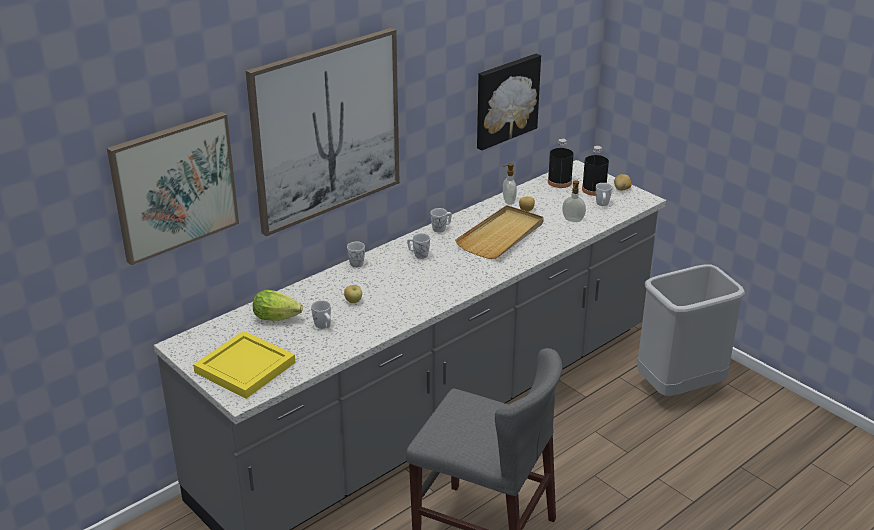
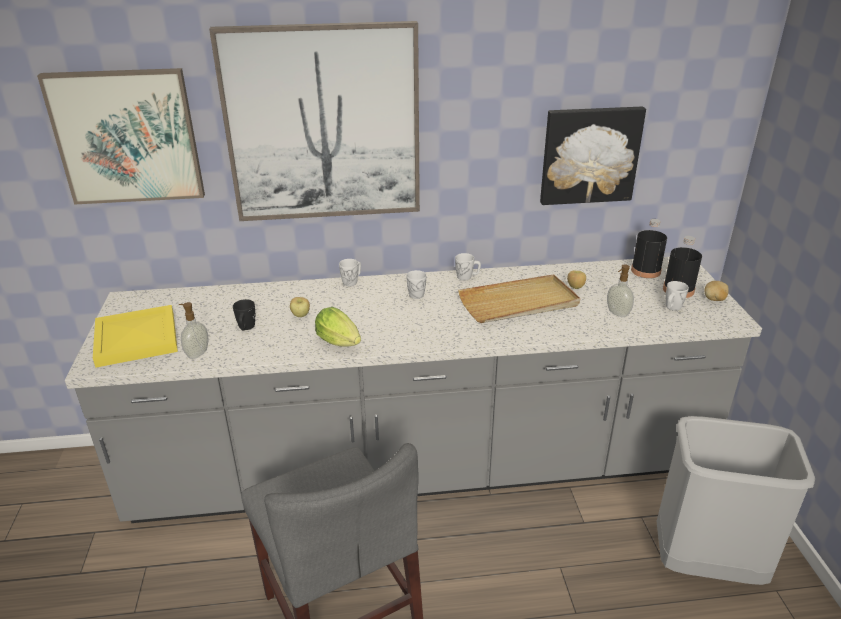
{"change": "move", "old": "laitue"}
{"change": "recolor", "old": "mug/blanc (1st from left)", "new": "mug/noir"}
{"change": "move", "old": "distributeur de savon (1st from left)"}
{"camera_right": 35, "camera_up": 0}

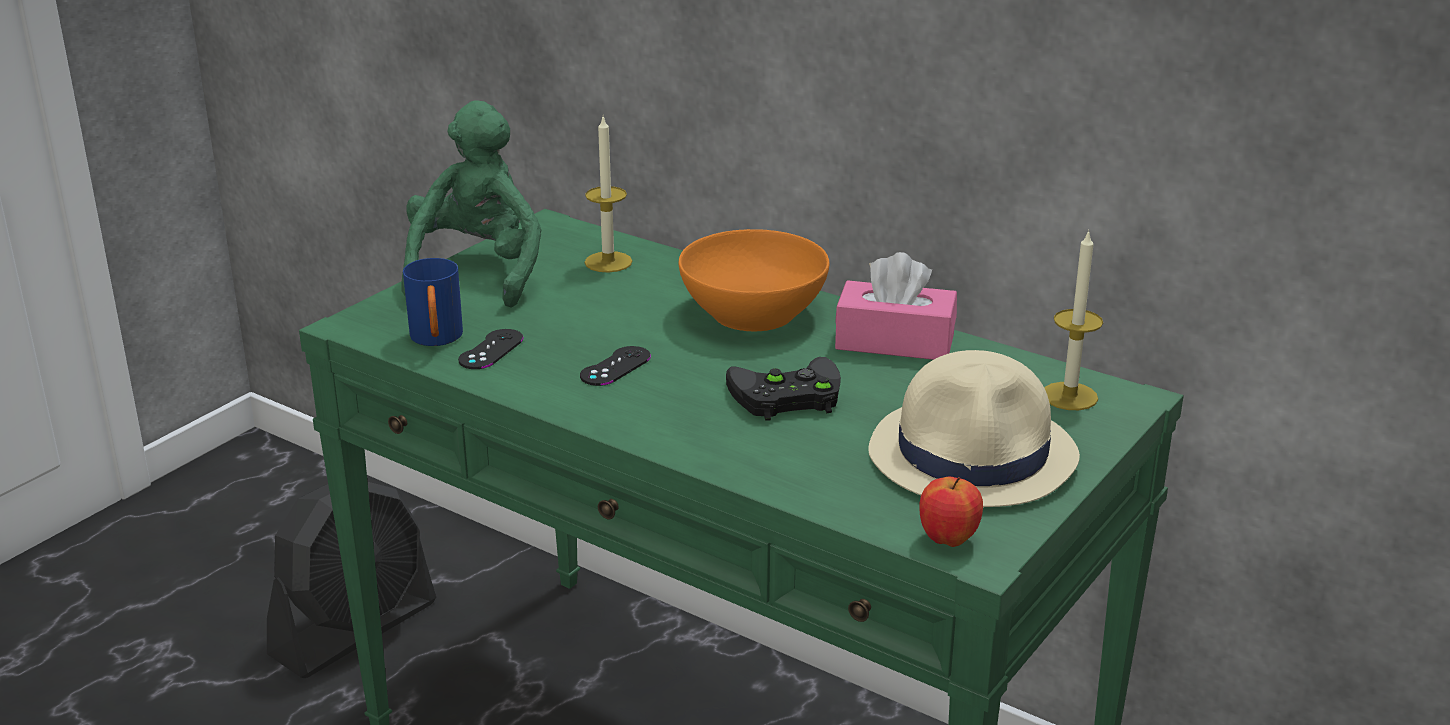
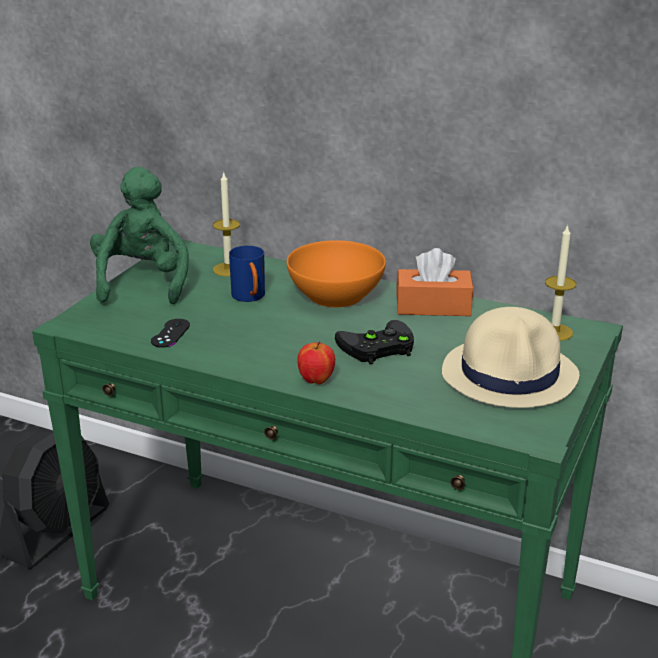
{"change": "move", "old": "mug/bleu"}
{"change": "delete", "old": "manette/noir (2nd from left)"}
{"change": "recolor", "old": "boîte à mouchoirs/rose", "new": "boîte à mouchoirs/orange"}
{"change": "move", "old": "pomme"}
{"camera_right": -10, "camera_up": 0}

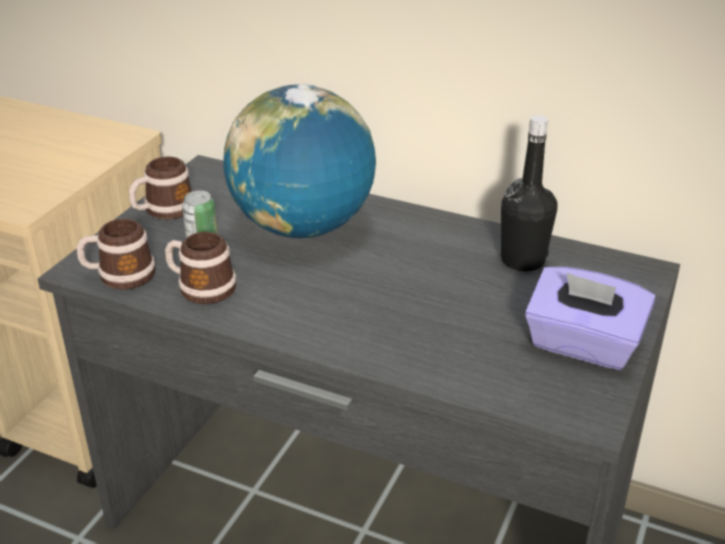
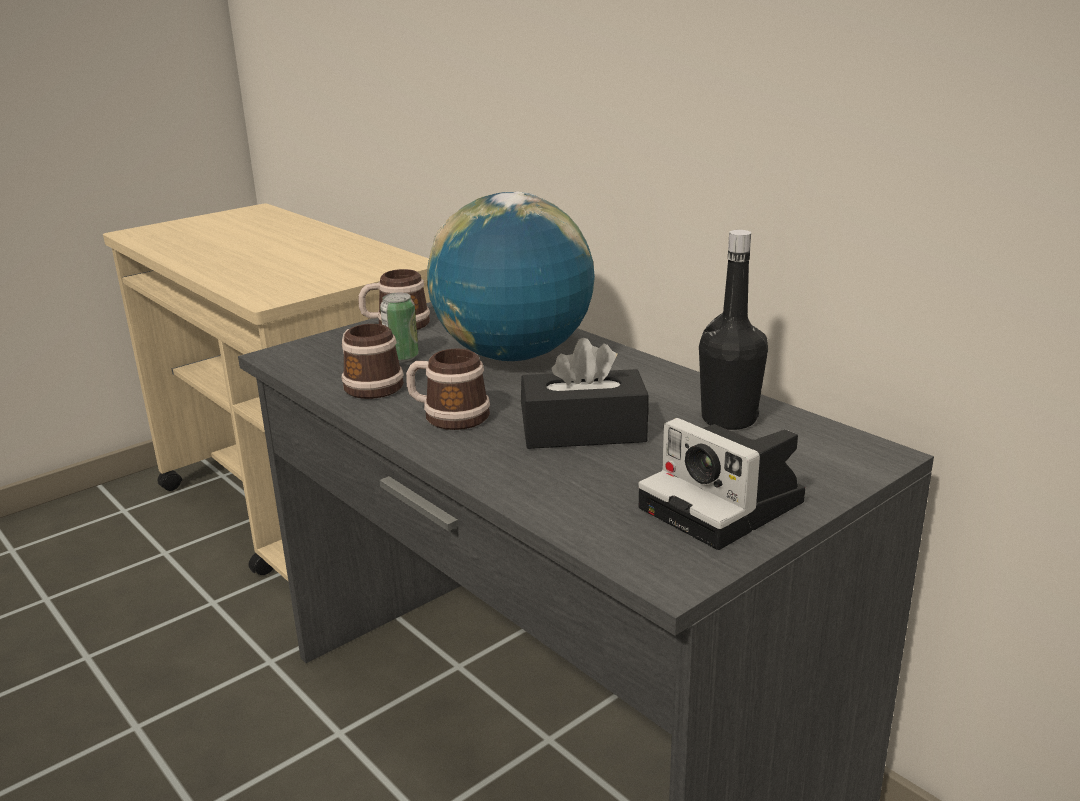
{"change": "move", "old": "mug (1st from left in the first image)", "new": "mug (3rd from left)"}
{"change": "replace", "old": "boîte à mouchoirs/violet", "new": "appareil photo"}
{"change": "insert", "new": "boîte à mouchoirs/noir"}
{"camera_right": 25, "camera_up": -10}

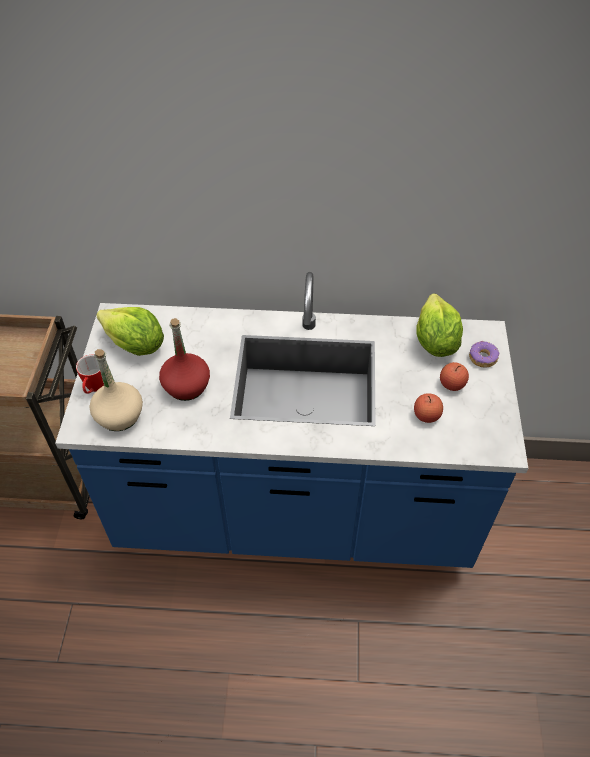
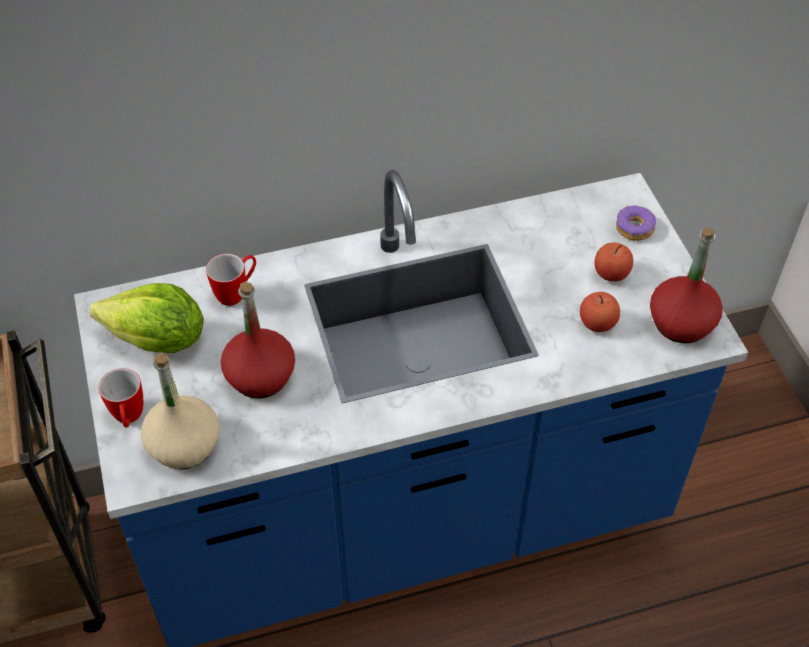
{"change": "delete", "old": "laitue (2nd from left)"}
{"change": "insert", "new": "mug (2nd from left)"}
{"change": "insert", "new": "bouteille/rouge (2nd from left)"}
{"camera_right": -20, "camera_up": 0}

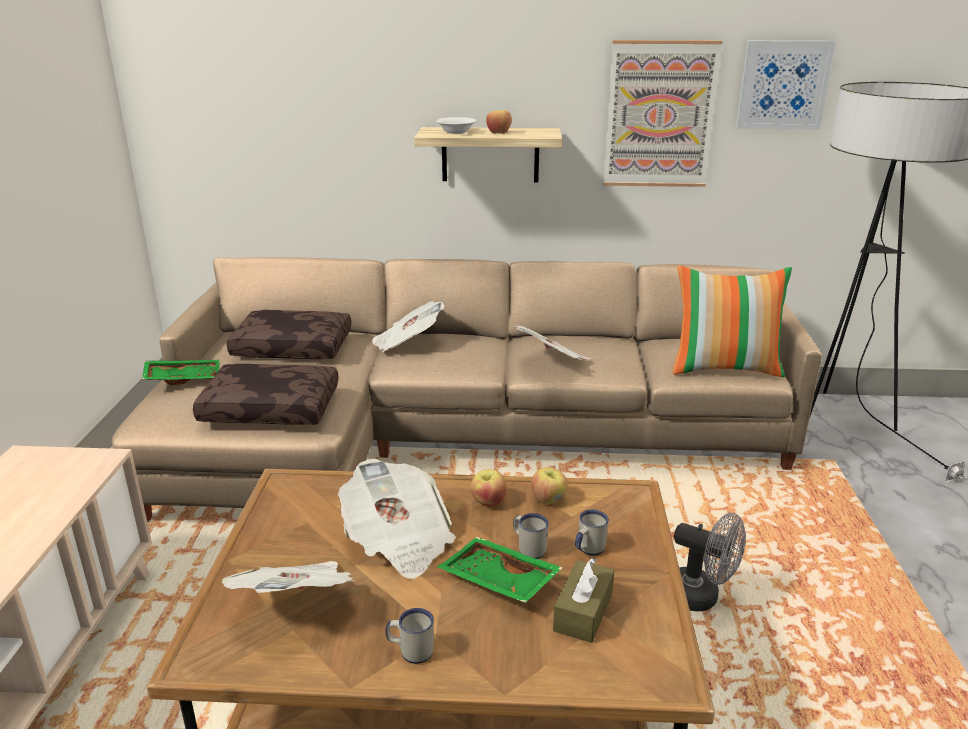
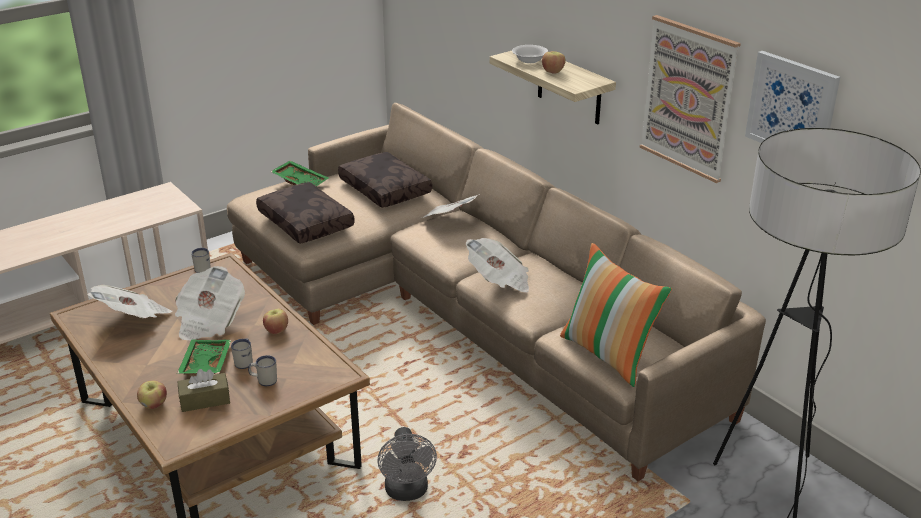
{"change": "move", "old": "mug/blanc (1st from left)"}
{"change": "move", "old": "pomme (3rd from left in the first image)", "new": "pomme (1st from left)"}
{"camera_right": 50, "camera_up": 5}

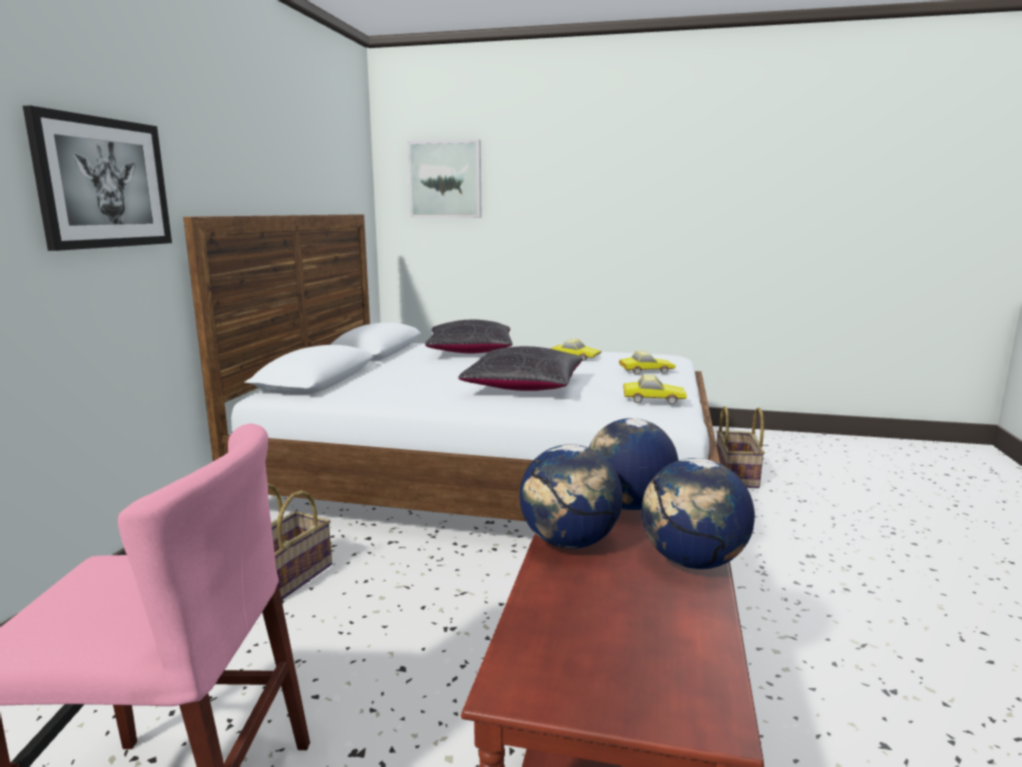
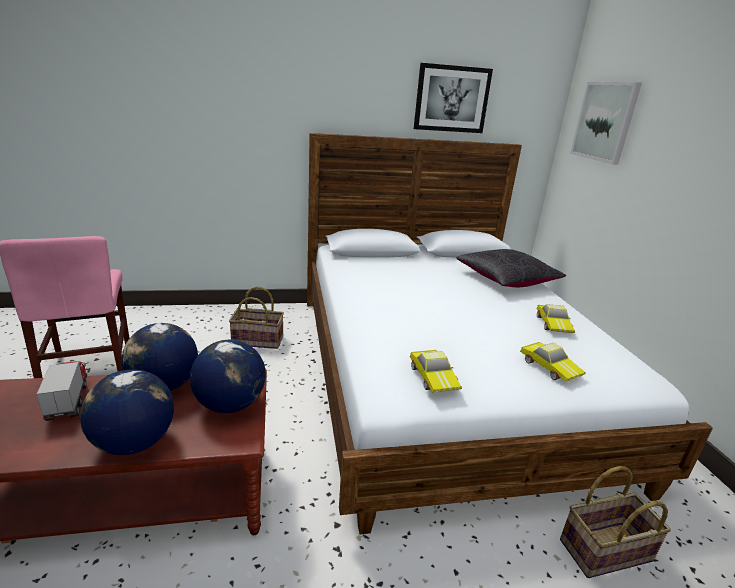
{"change": "move", "old": "tableau (1st from left)"}
{"change": "delete", "old": "coussin/noir (2nd from left)"}
{"change": "insert", "new": "camion jouet"}
{"camera_right": 65, "camera_up": 10}

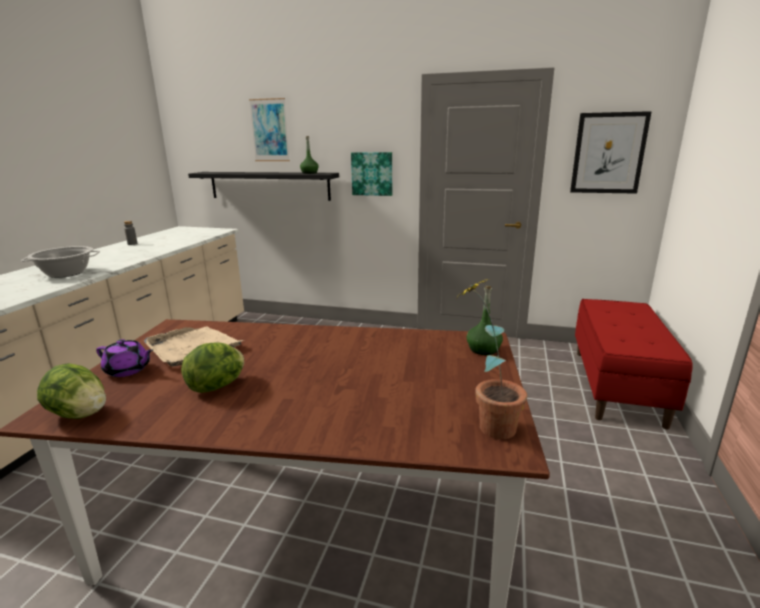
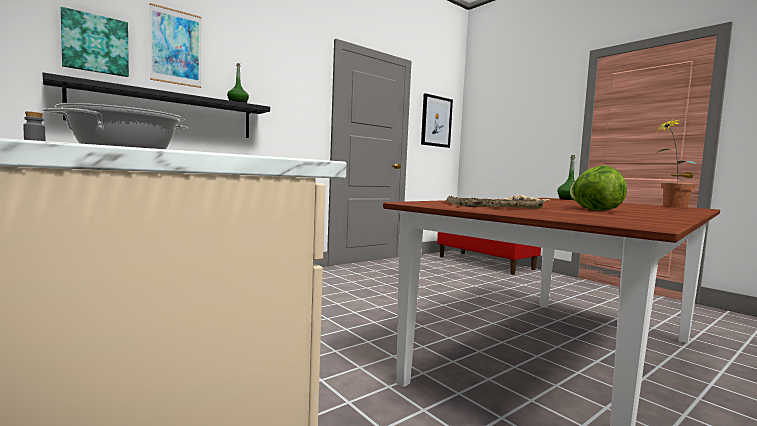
{"change": "delete", "old": "laitue (1st from left)"}
{"change": "delete", "old": "théière/violet"}
{"change": "move", "old": "tableau (2nd from left in the first image)", "new": "tableau (1st from left)"}
{"camera_right": -55, "camera_up": -15}

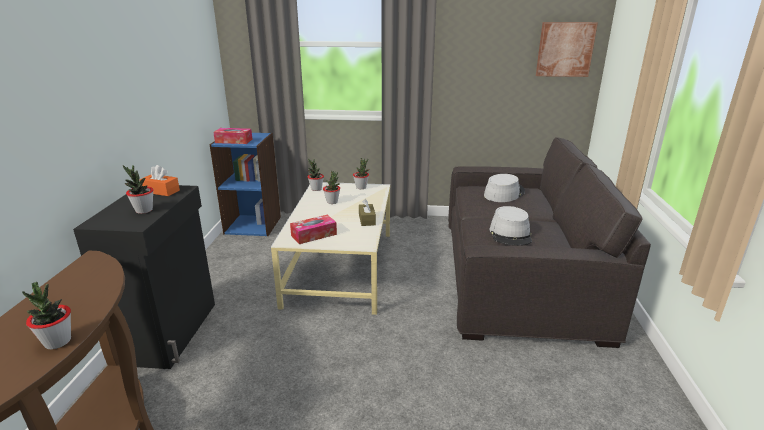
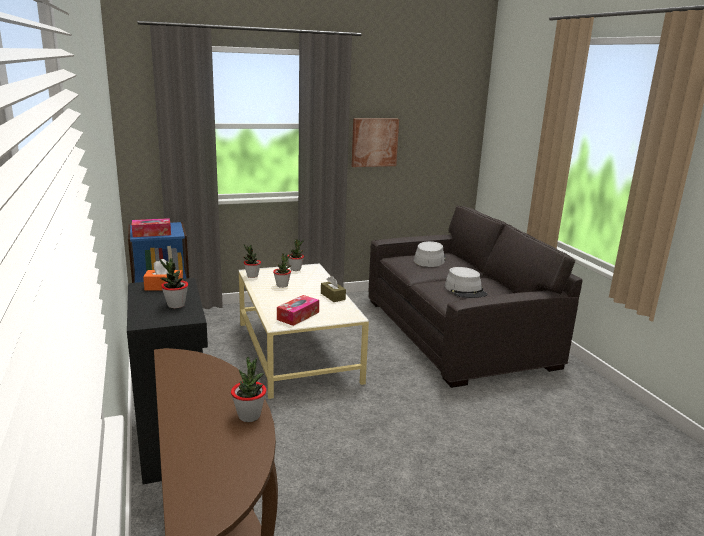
{"change": "move", "old": "tableau"}
{"camera_right": -25, "camera_up": -5}

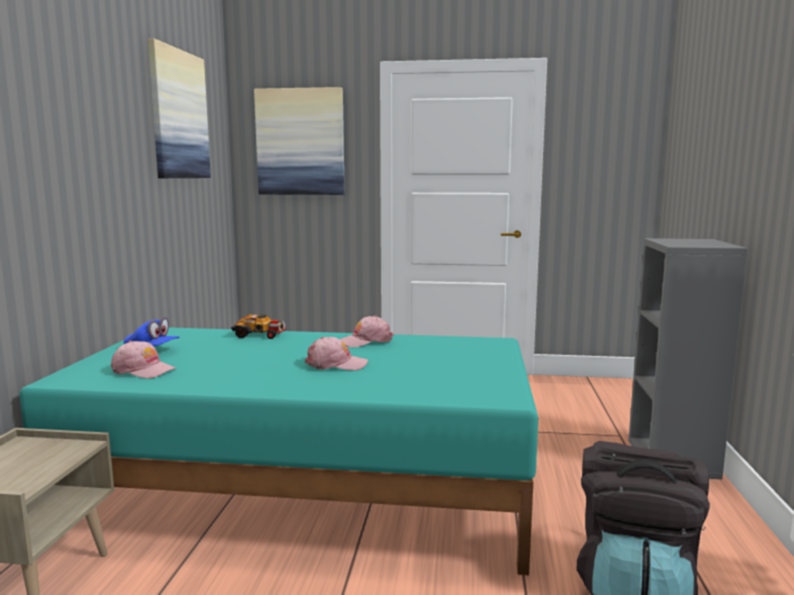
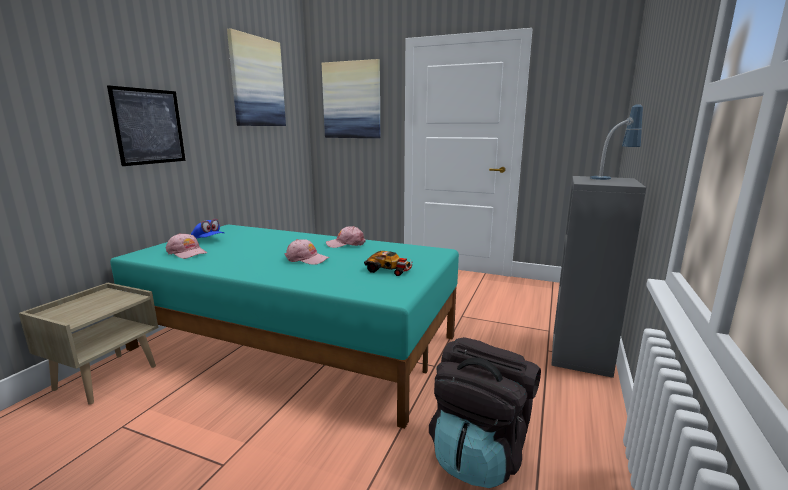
{"change": "move", "old": "petite voiture"}
{"change": "insert", "new": "tableau (1st from left)"}
{"change": "insert", "new": "lampe de table"}
{"camera_right": 15, "camera_up": 5}

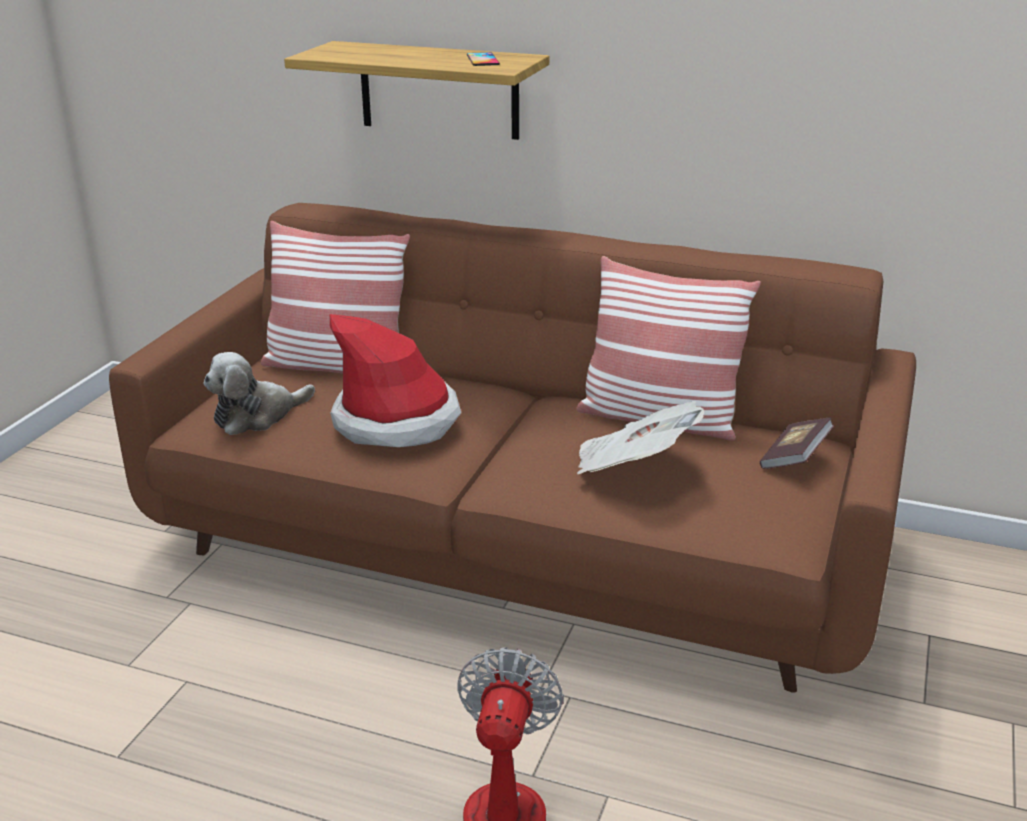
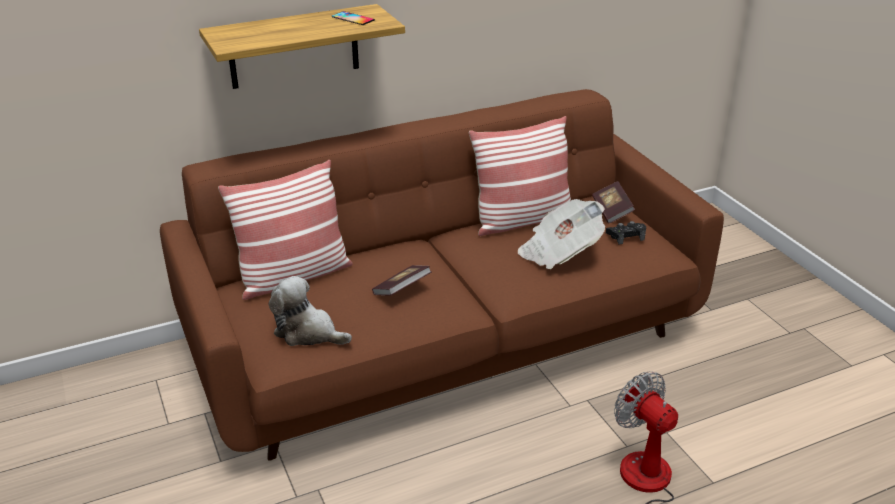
{"change": "rotate", "old": "peluche", "degrees": 105}
{"change": "replace", "old": "chapeau", "new": "livre (1st from left)"}
{"change": "insert", "new": "manette/noir"}
{"camera_right": -45, "camera_up": 5}

